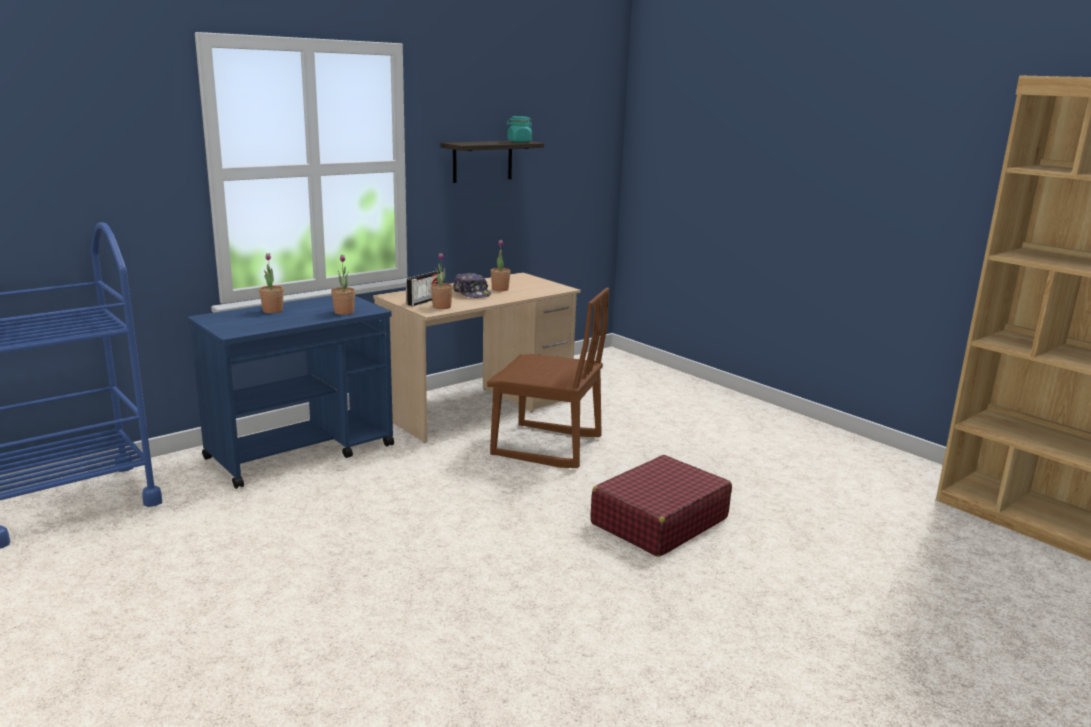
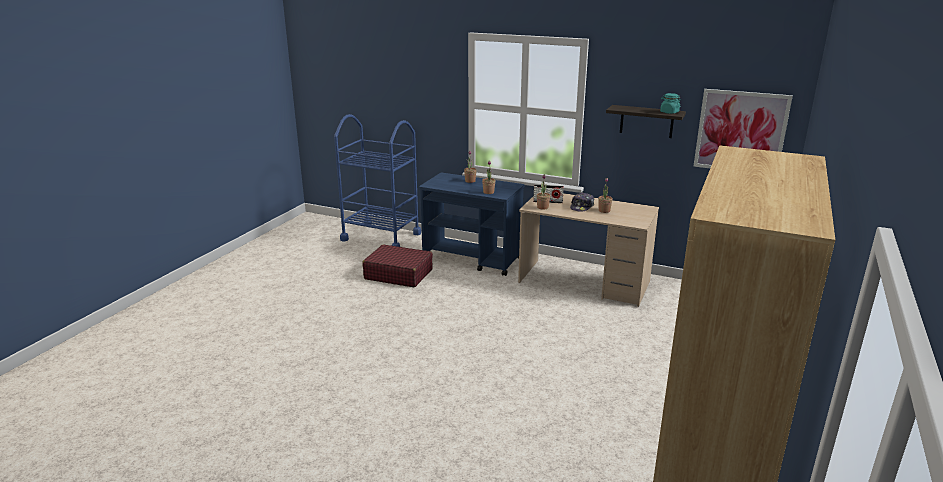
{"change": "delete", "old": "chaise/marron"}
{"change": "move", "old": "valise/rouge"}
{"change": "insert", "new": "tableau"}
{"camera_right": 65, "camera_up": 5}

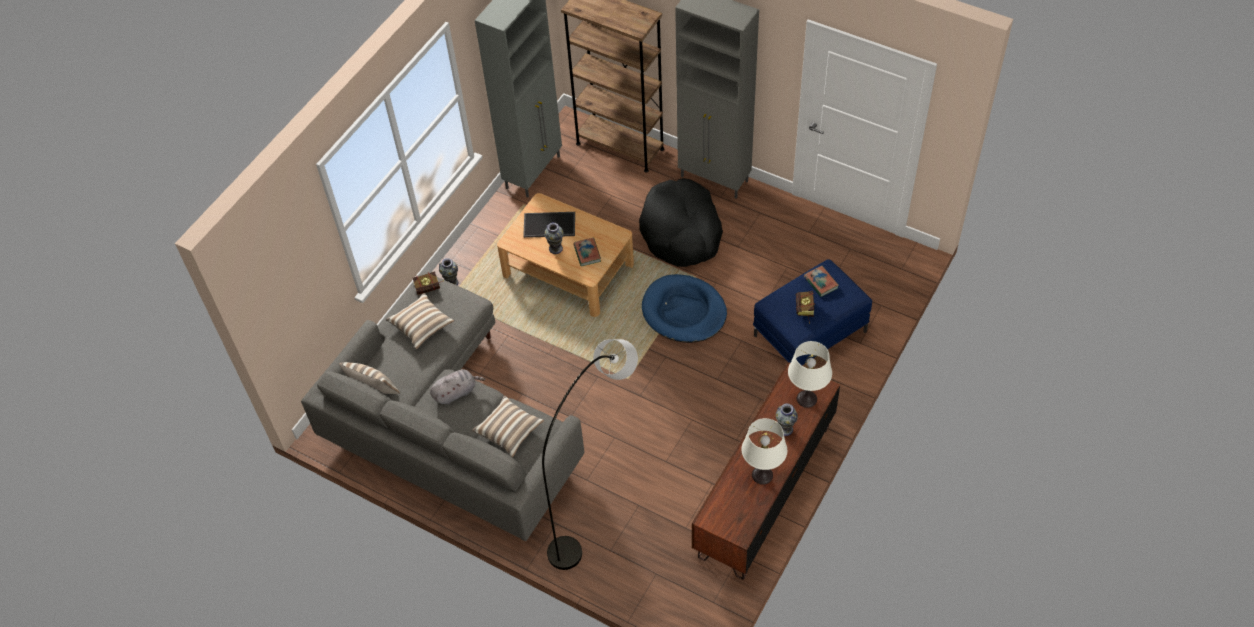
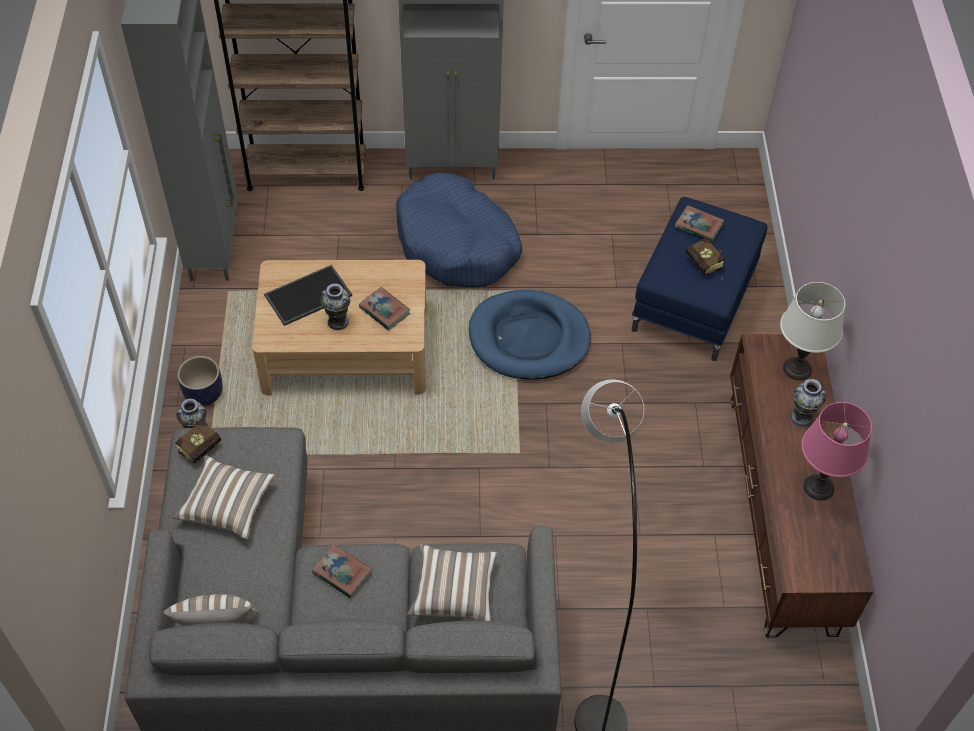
{"change": "replace", "old": "peluche/gris", "new": "livre (2nd from left)"}
{"change": "recolor", "old": "panier pour chien/noir", "new": "panier pour chien/bleu (1st from left)"}
{"change": "recolor", "old": "lampe de table/blanc (1st from left)", "new": "lampe de table/rose"}
{"change": "insert", "new": "cache-pot"}
{"camera_right": -35, "camera_up": 0}

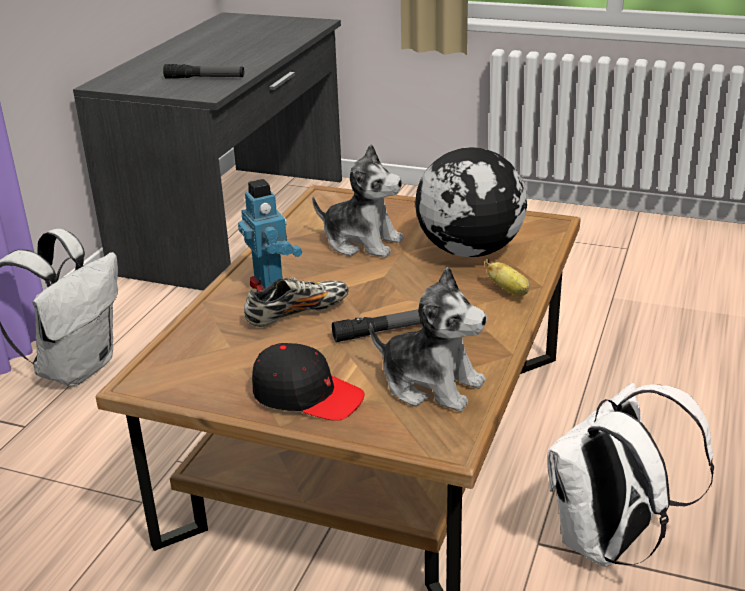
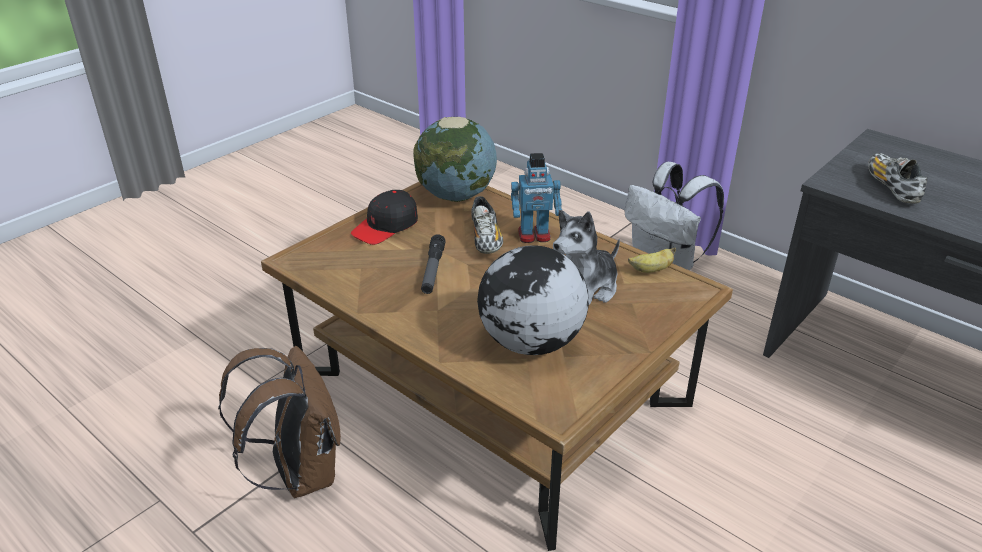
{"change": "replace", "old": "lampe de poche (1st from left)", "new": "chaussure (2nd from left)"}
{"change": "delete", "old": "peluche (2nd from left)"}
{"change": "move", "old": "banane"}
{"change": "recolor", "old": "sac à dos/blanc (2nd from left)", "new": "sac à dos/marron"}
{"change": "insert", "new": "globe (1st from left)"}
{"camera_right": 110, "camera_up": 5}

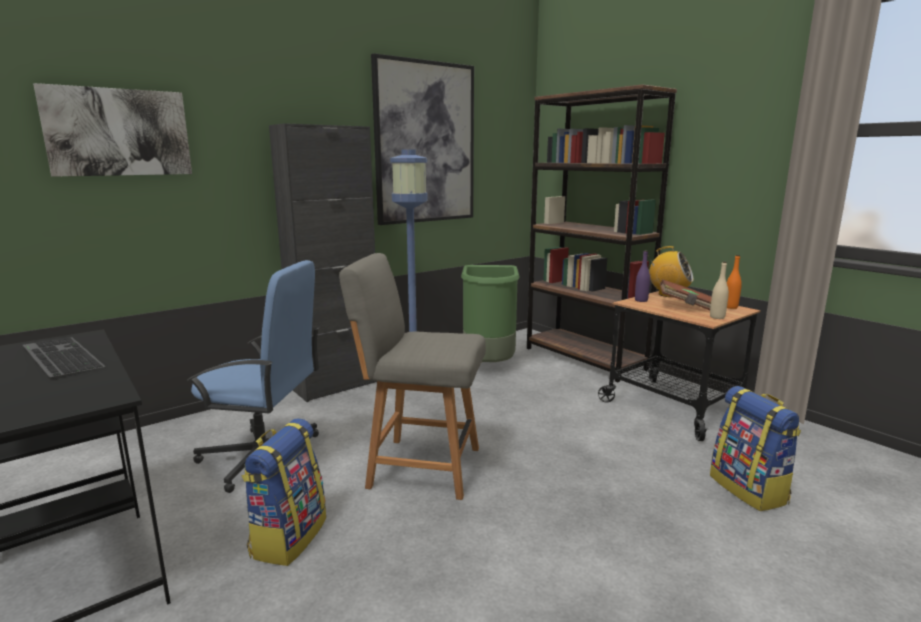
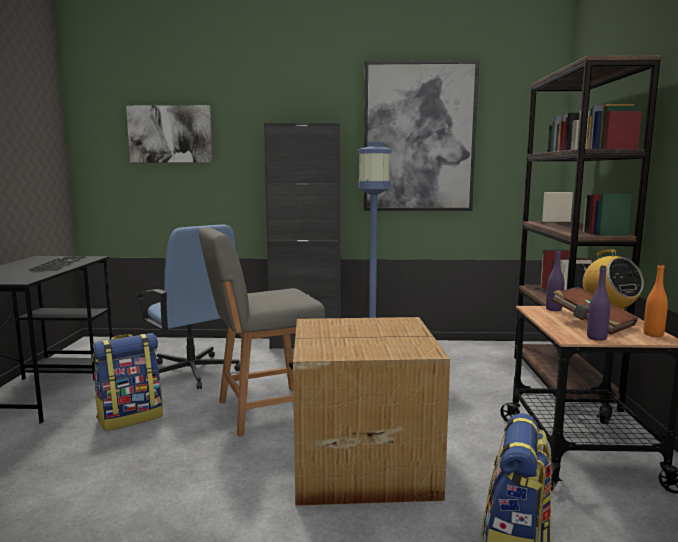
{"change": "rotate", "old": "chaise/gris", "degrees": -75}
{"change": "delete", "old": "poubelle/vert"}
{"change": "recolor", "old": "bouteille/beige", "new": "bouteille/violet (2nd from left)"}
{"change": "insert", "new": "carton"}
{"camera_right": 40, "camera_up": -5}

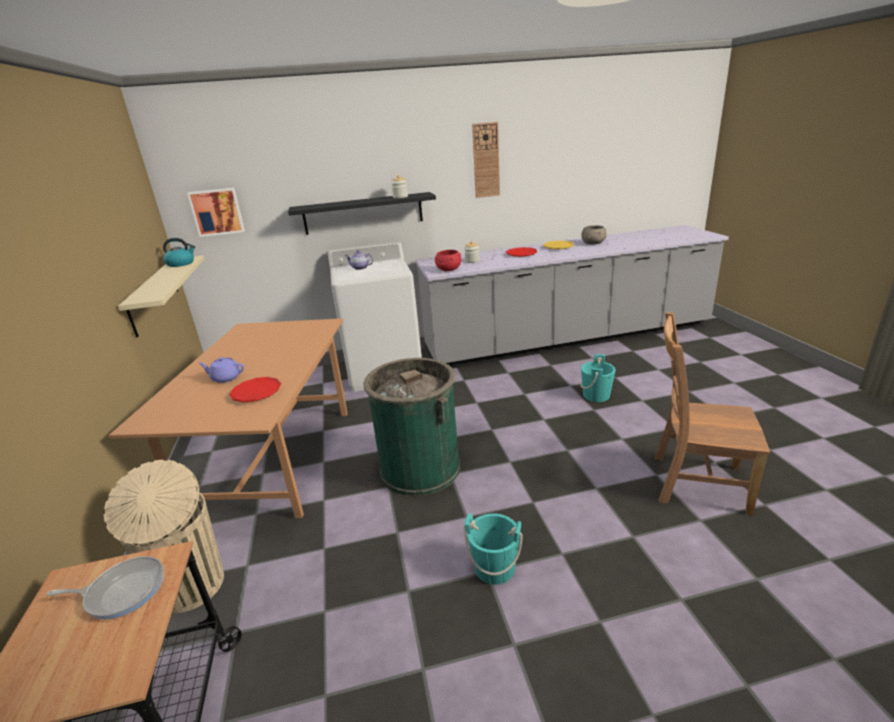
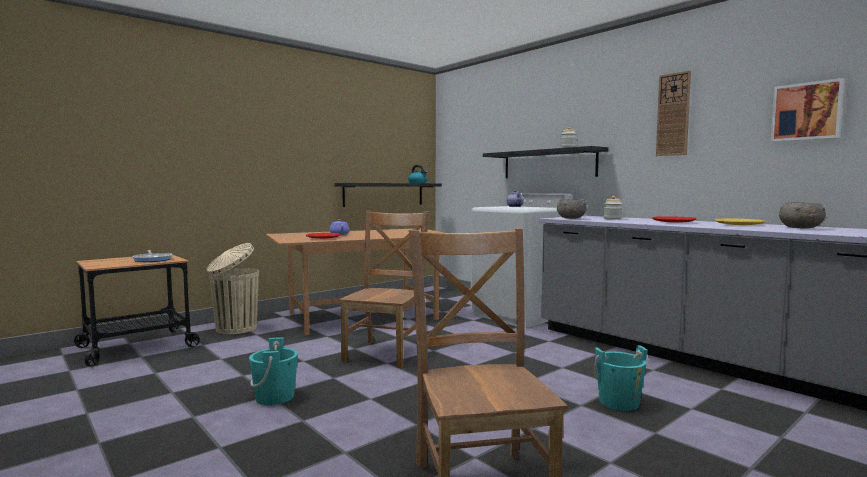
{"change": "recolor", "old": "étagère/beige", "new": "étagère/noir (1st from left)"}
{"change": "move", "old": "tableau"}
{"change": "replace", "old": "poubelle/vert", "new": "chaise/marron (1st from left)"}
{"change": "recolor", "old": "bol/rouge", "new": "bol/gris (1st from left)"}
{"camera_right": 60, "camera_up": -20}

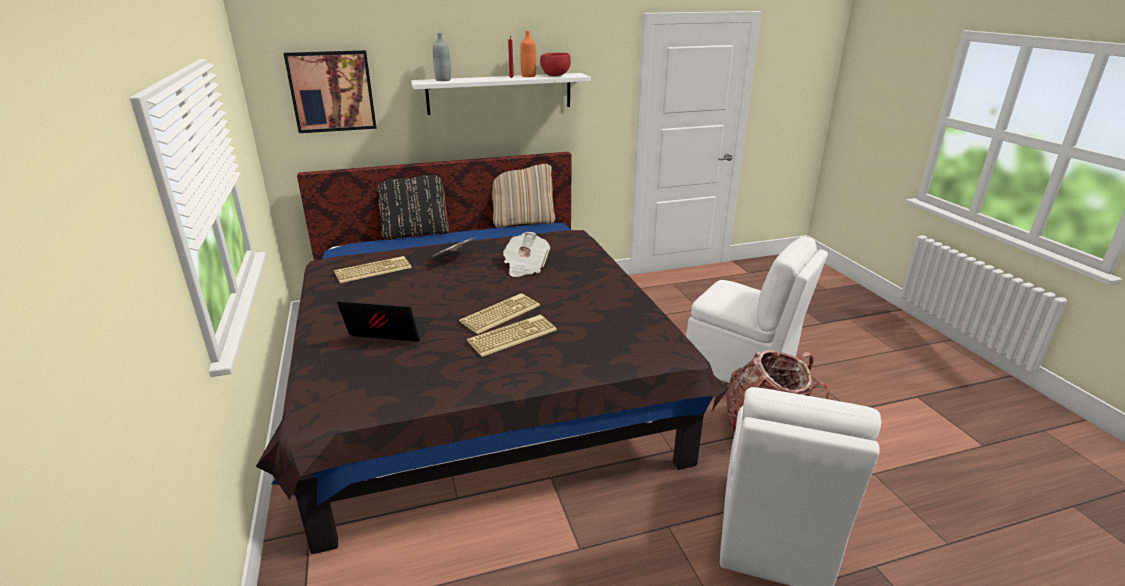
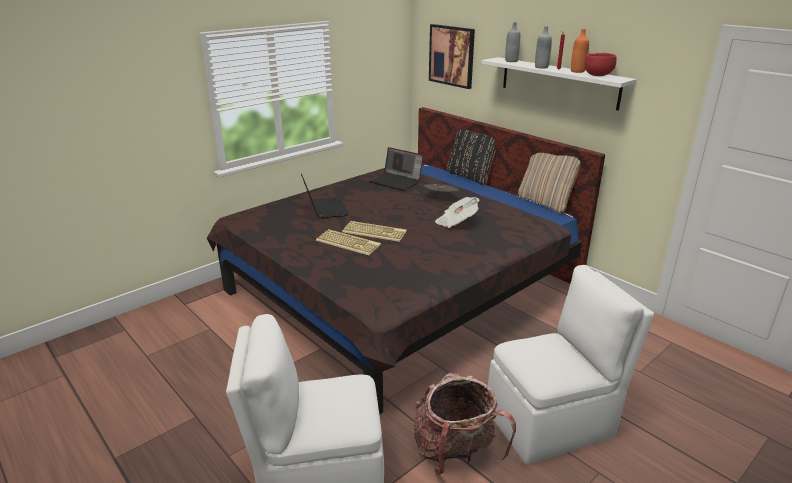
{"change": "replace", "old": "clavier (1st from left)", "new": "ordinateur portable (2nd from left)"}
{"change": "rotate", "old": "chaise/blanc (1st from left in the first image)", "degrees": -120}
{"change": "insert", "new": "bouteille/gris (2nd from left)"}
{"camera_right": 65, "camera_up": 0}

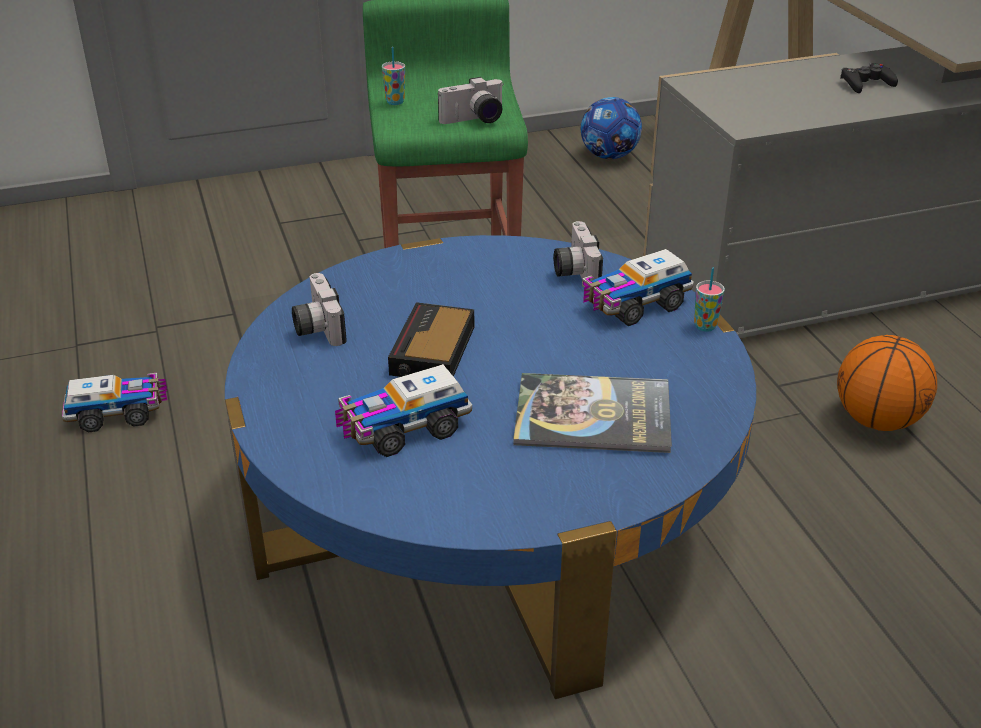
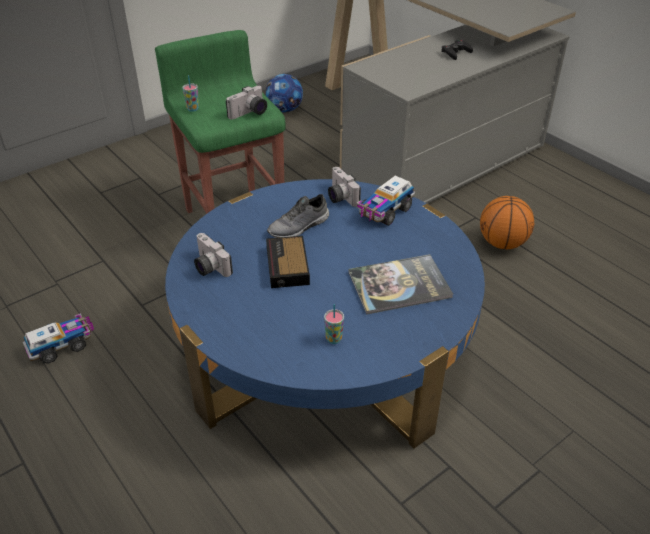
{"change": "delete", "old": "camion jouet (2nd from left)"}
{"change": "move", "old": "tasse (2nd from left)"}
{"change": "insert", "new": "chaussure/gris"}
{"camera_right": -20, "camera_up": 5}

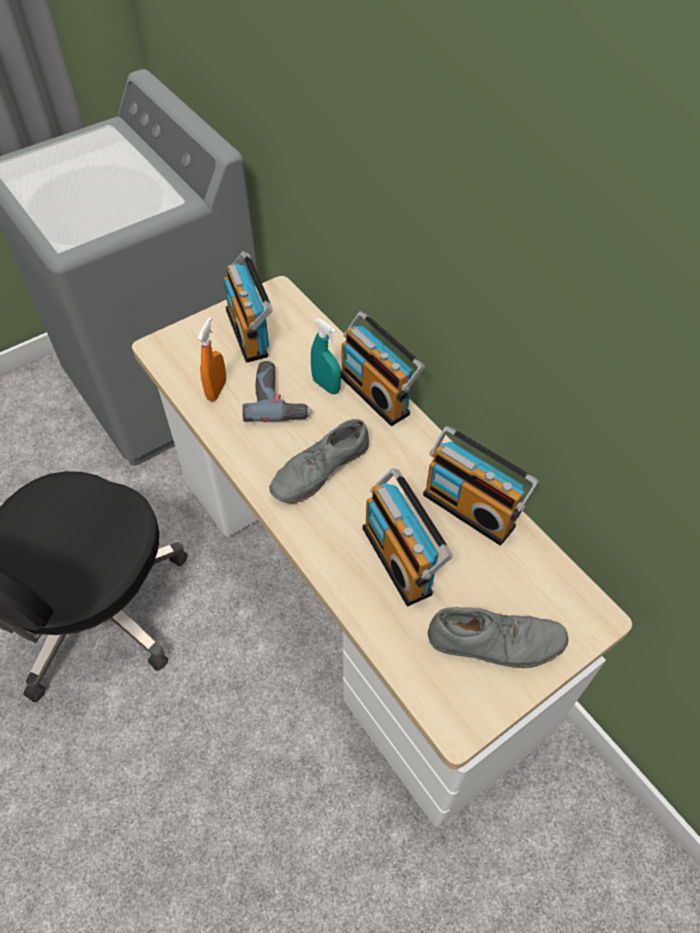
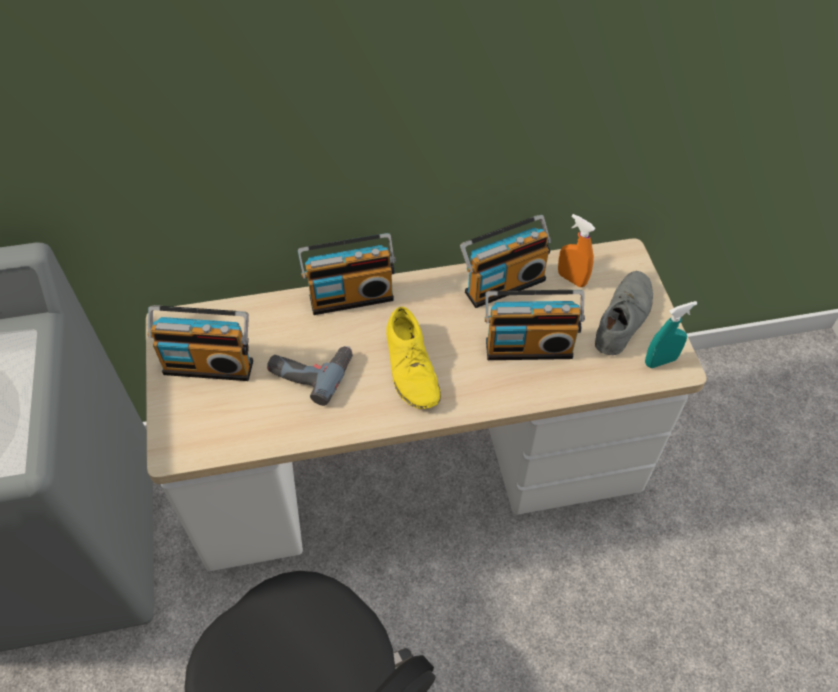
{"change": "move", "old": "vaporisateur/orange"}
{"change": "recolor", "old": "chaussure/gris (1st from left)", "new": "chaussure/jaune"}
{"change": "move", "old": "vaporisateur/turquoise"}
{"camera_right": -65, "camera_up": 0}

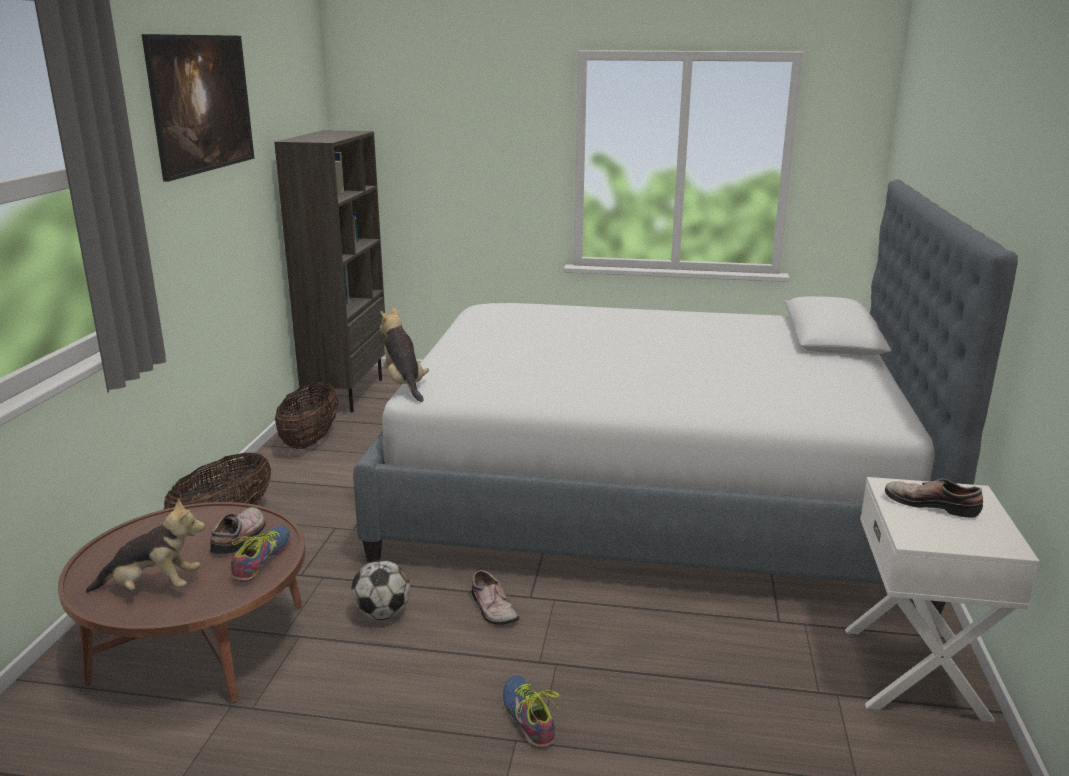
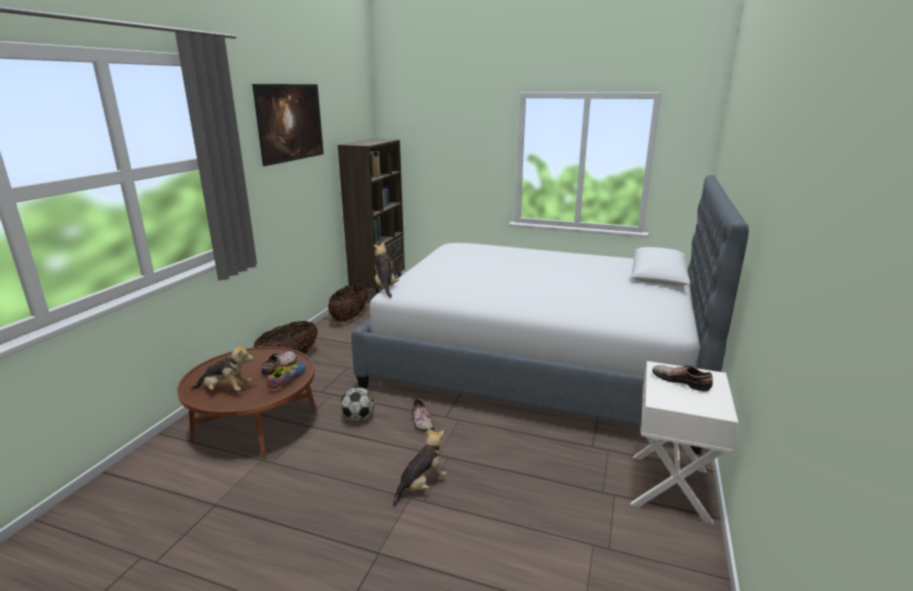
{"change": "replace", "old": "chaussure (4th from left)", "new": "peluche (3rd from left)"}
{"camera_right": 10, "camera_up": 0}

